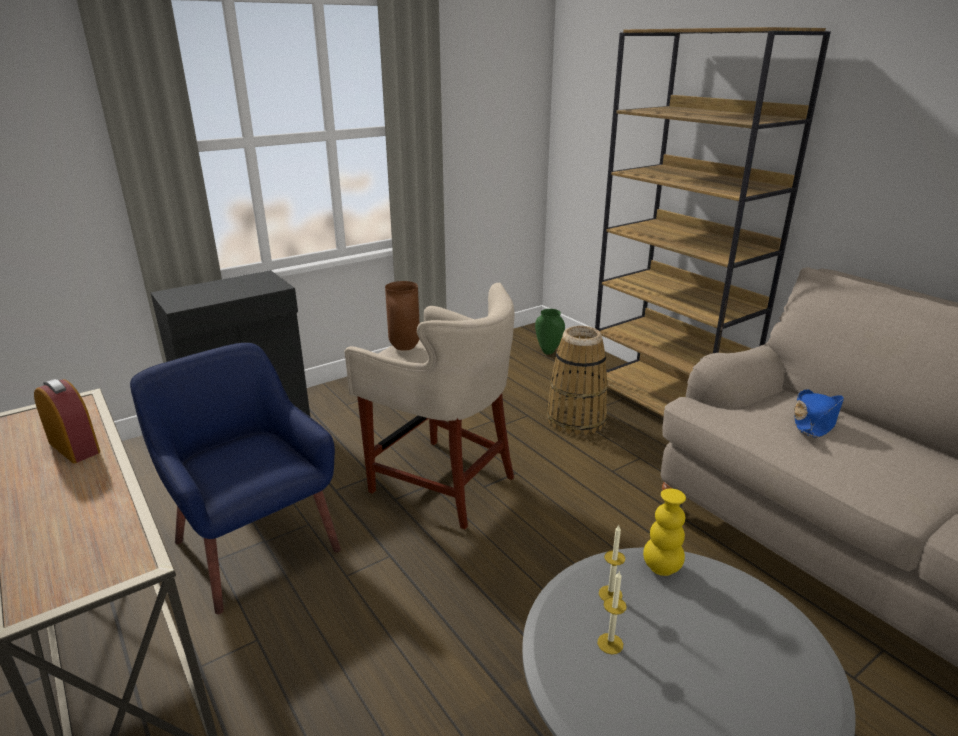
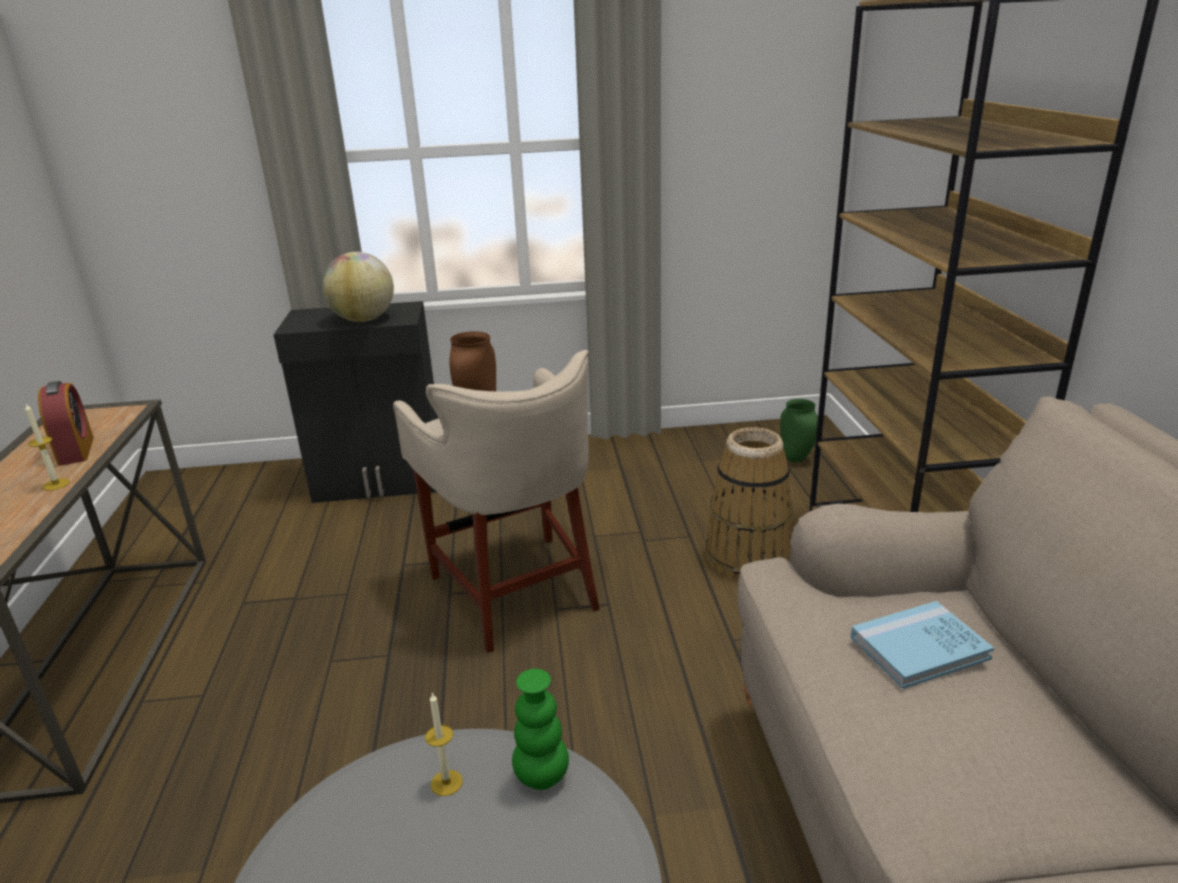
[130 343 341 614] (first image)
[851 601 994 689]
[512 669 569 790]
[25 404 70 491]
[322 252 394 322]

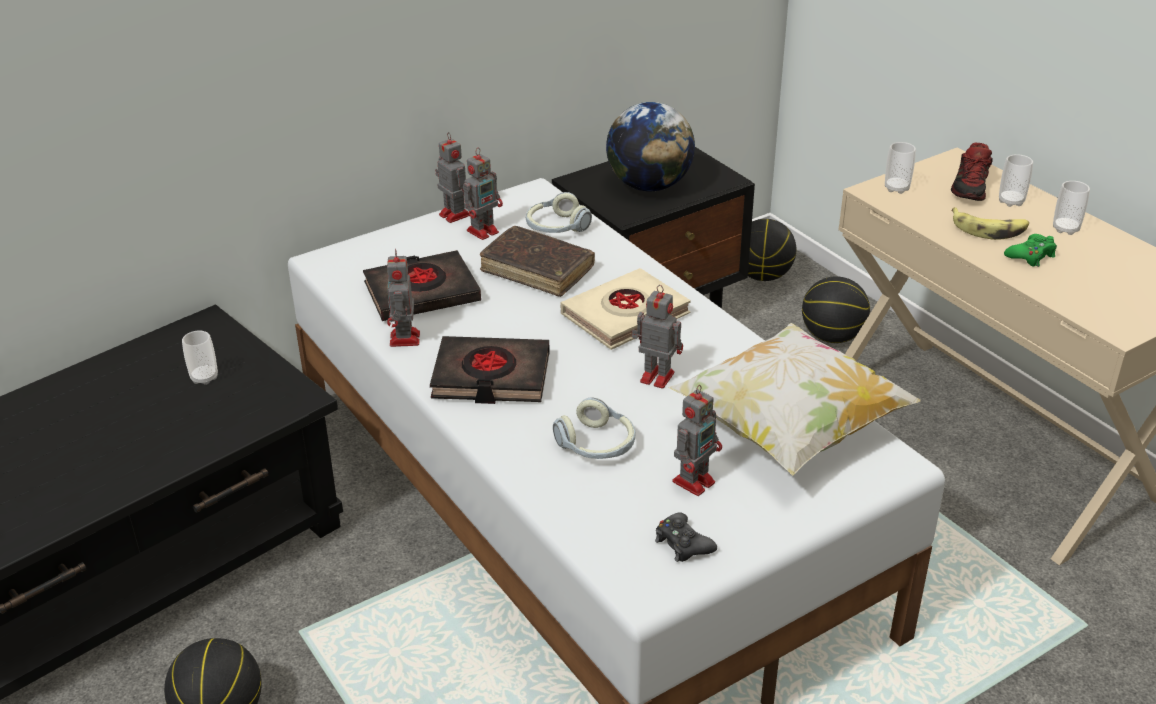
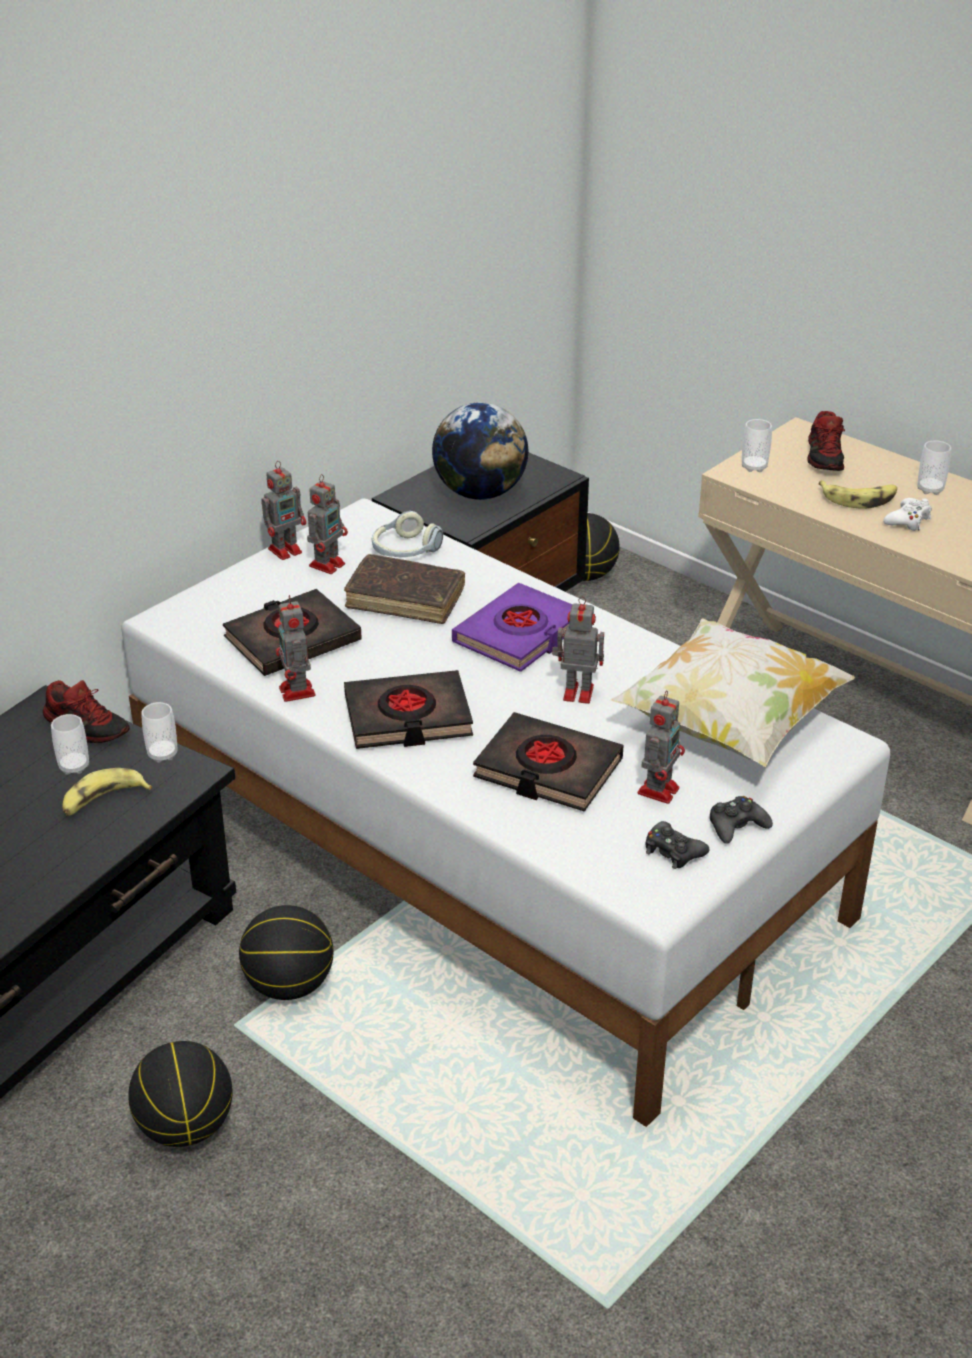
[261 461 306 560]
[141 702 177 763]
[883 498 932 531]
[452 583 572 672]
[239 905 333 1000]
[473 712 624 812]
[43 680 130 743]
[62 768 152 816]
[710 796 773 844]

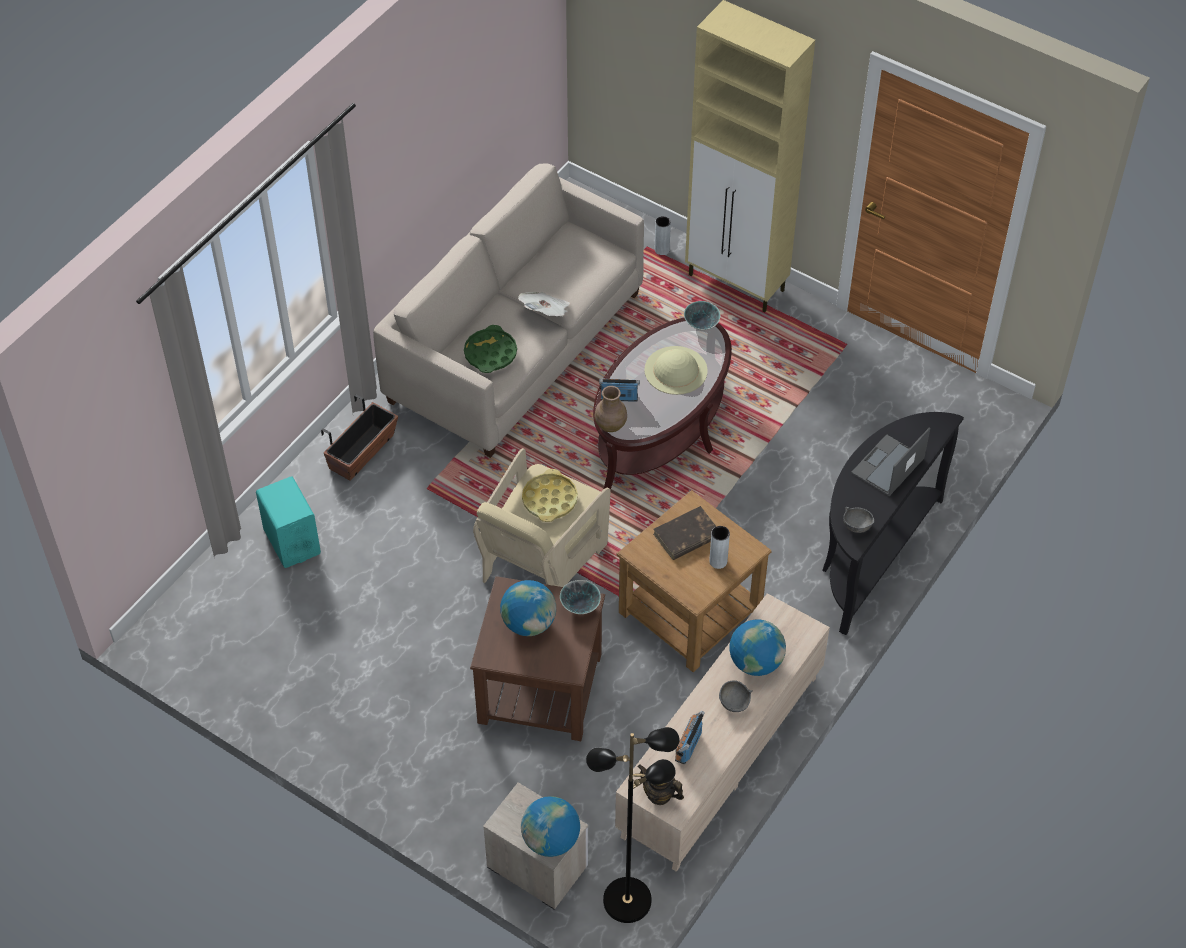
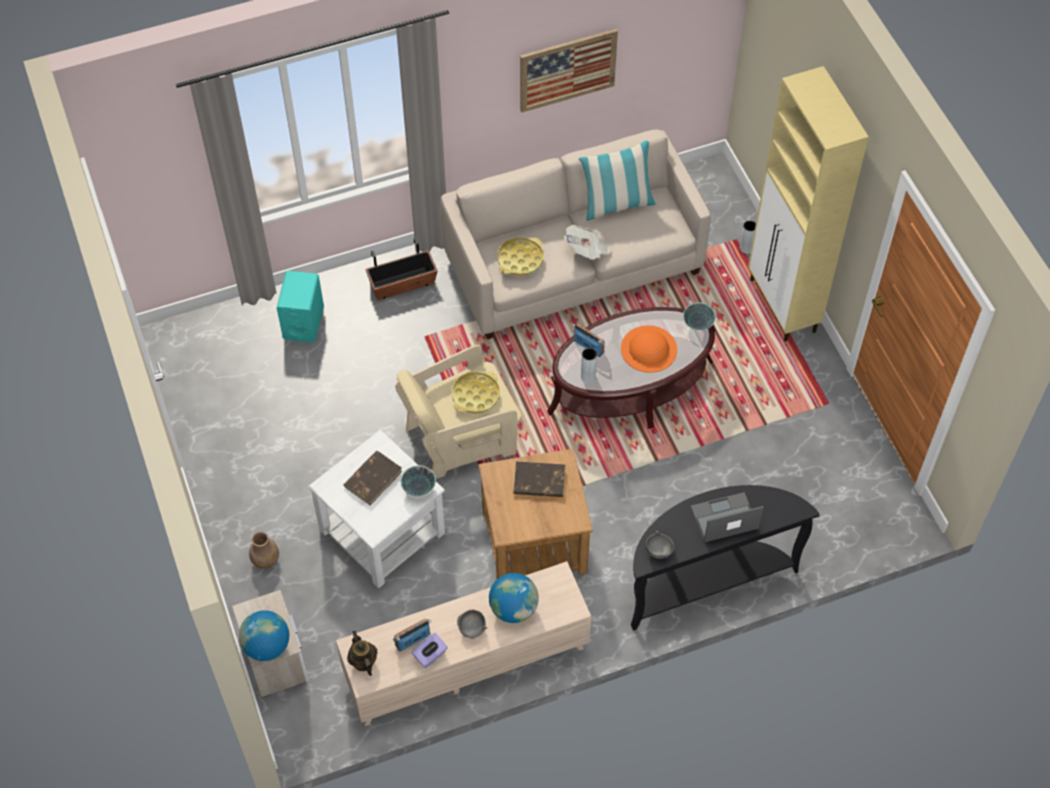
[497 237 543 276]
[621 325 677 373]
[249 531 279 569]
[581 348 597 383]
[308 430 445 589]
[344 451 402 505]
[586 727 679 923] (first image)
[520 29 618 113]
[578 140 657 221]
[412 633 448 668]

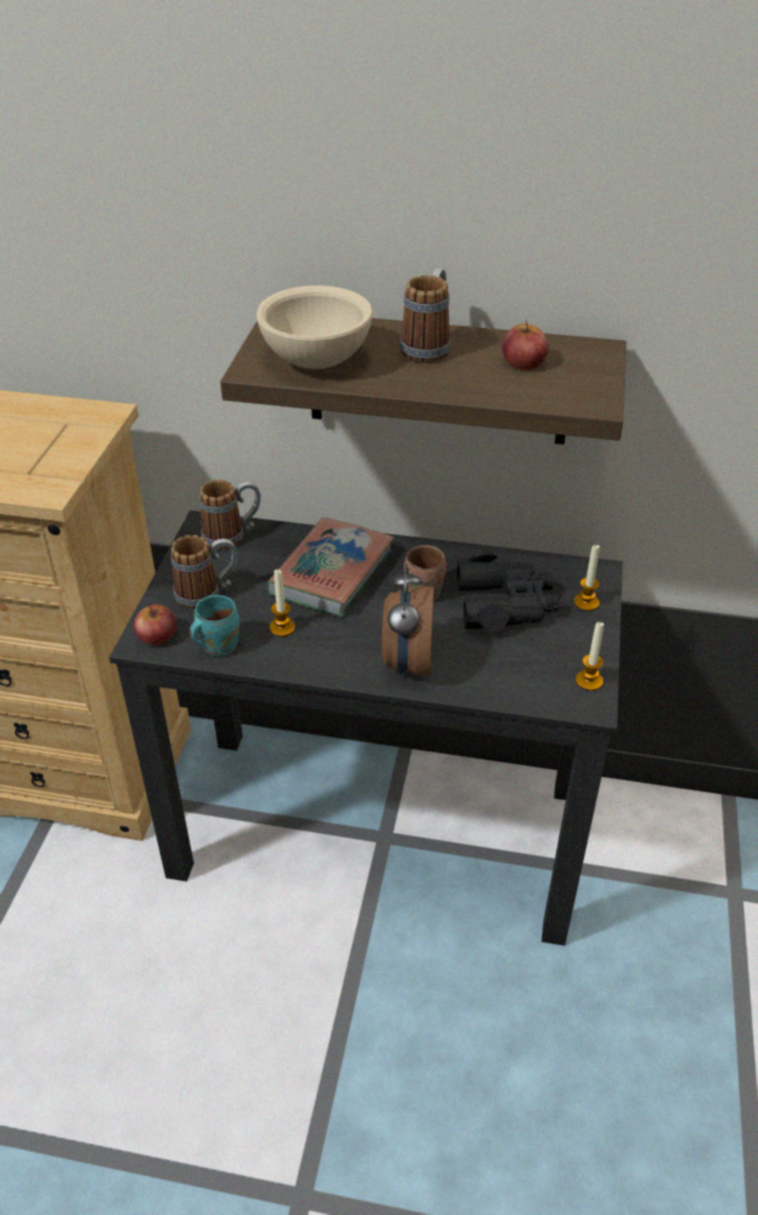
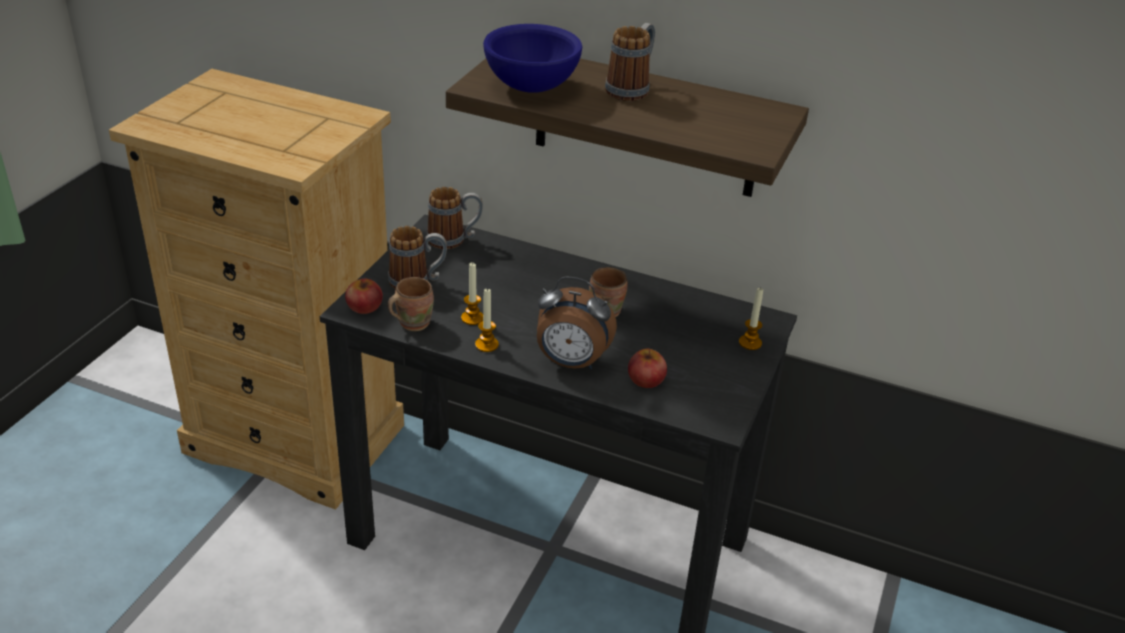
[483 24 582 93]
[628 348 667 388]
[265 517 394 617] (first image)
[457 552 559 631] (first image)
[537 277 617 369]
[388 277 434 331]
[475 288 499 352]

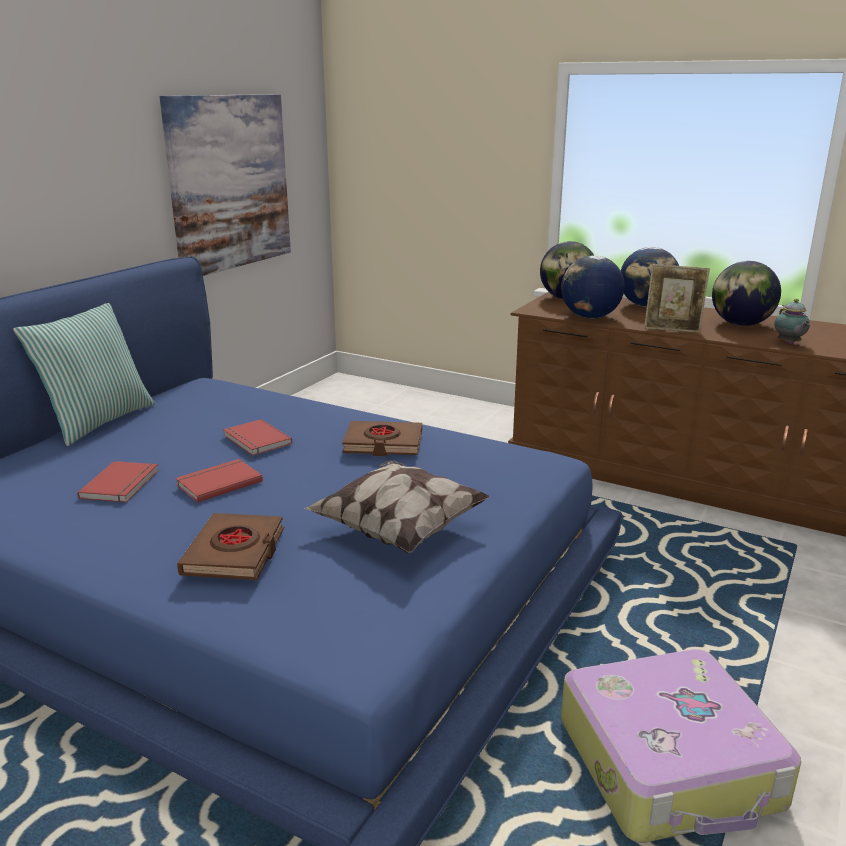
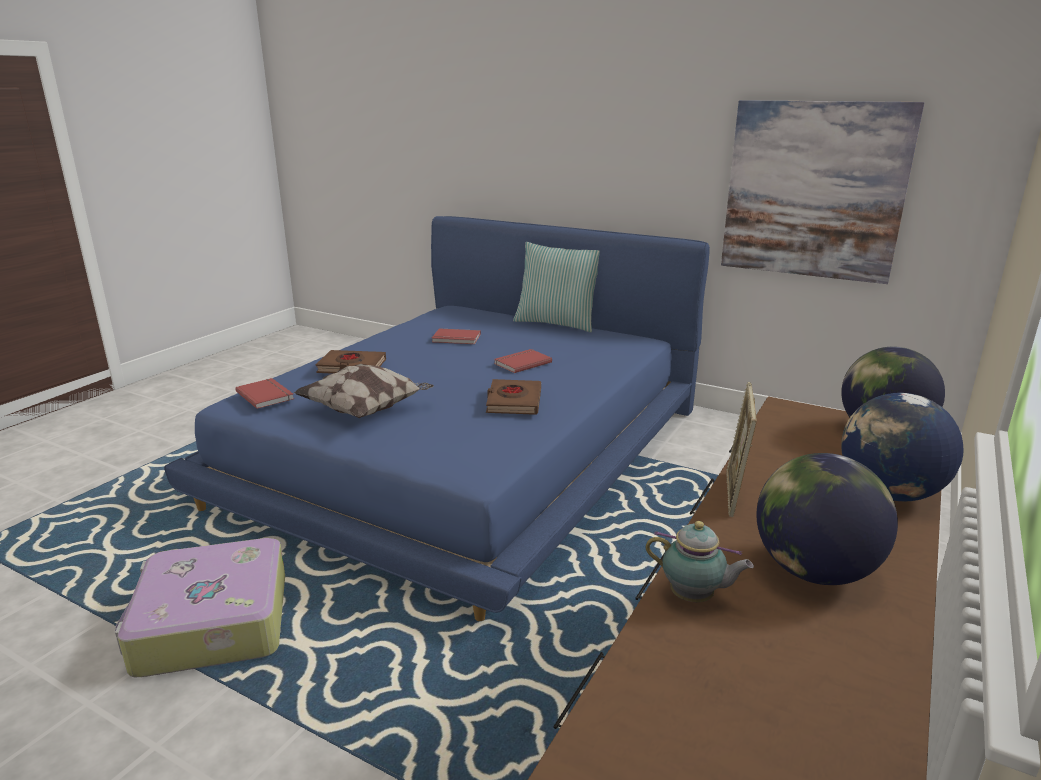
[561 255 625 318] (first image)
[645 521 754 602]
[235 378 294 409]

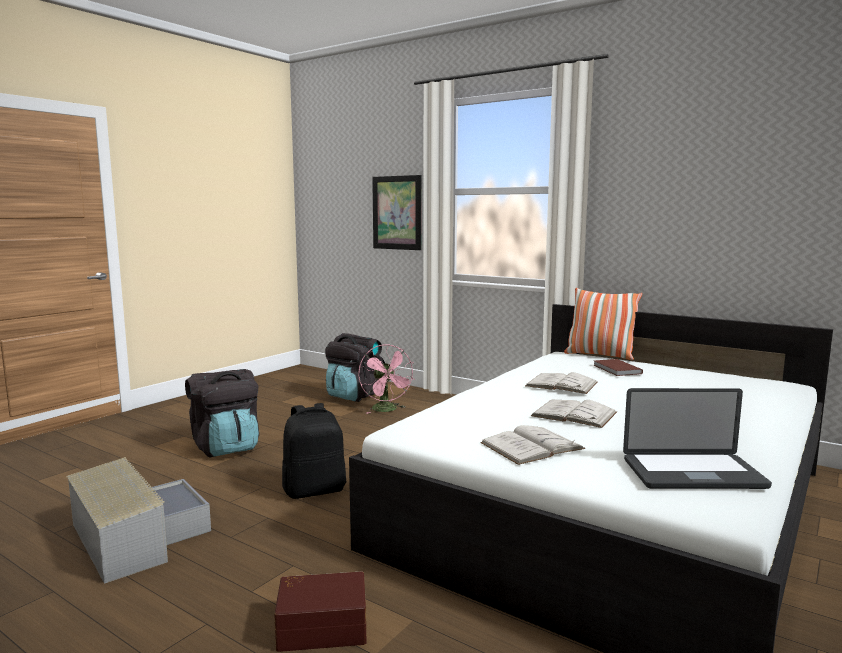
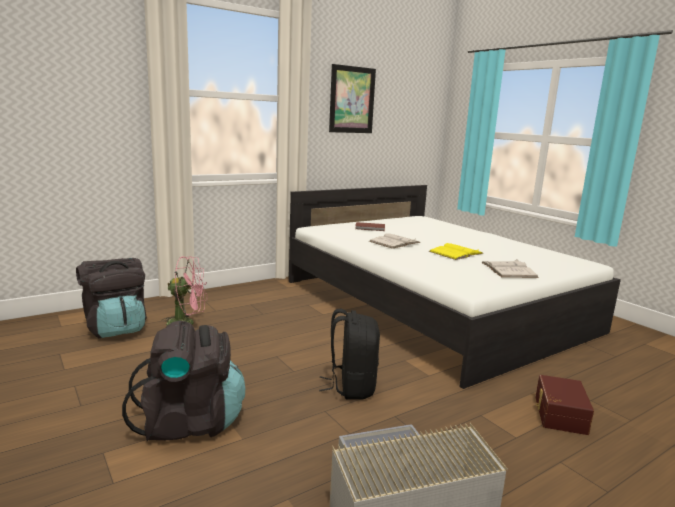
[329 64 376 133]
[564 288 642 360] (first image)
[623 388 772 489] (first image)
[429 243 484 260]

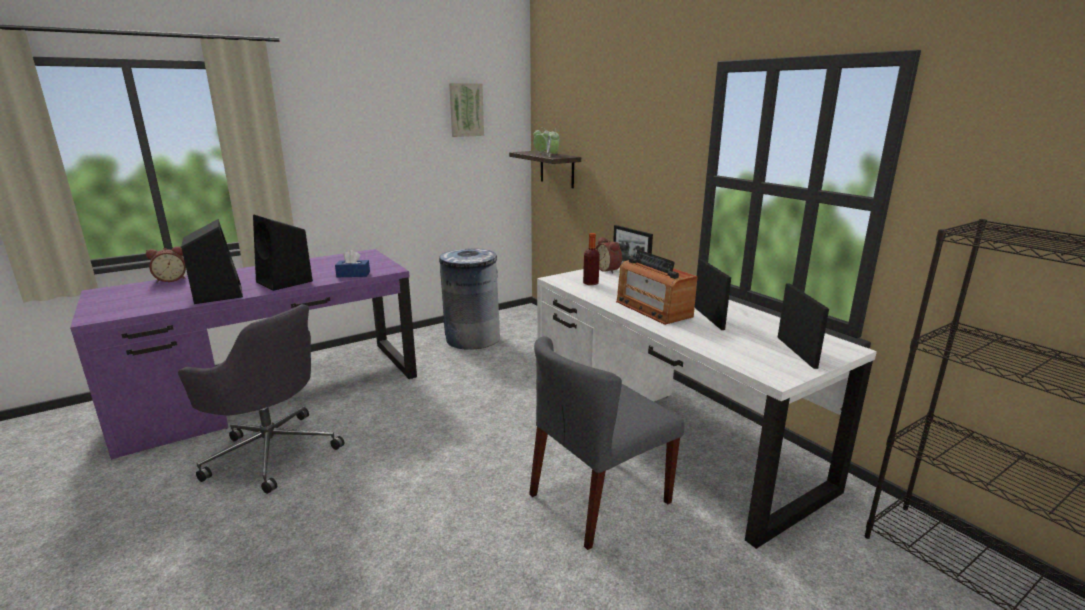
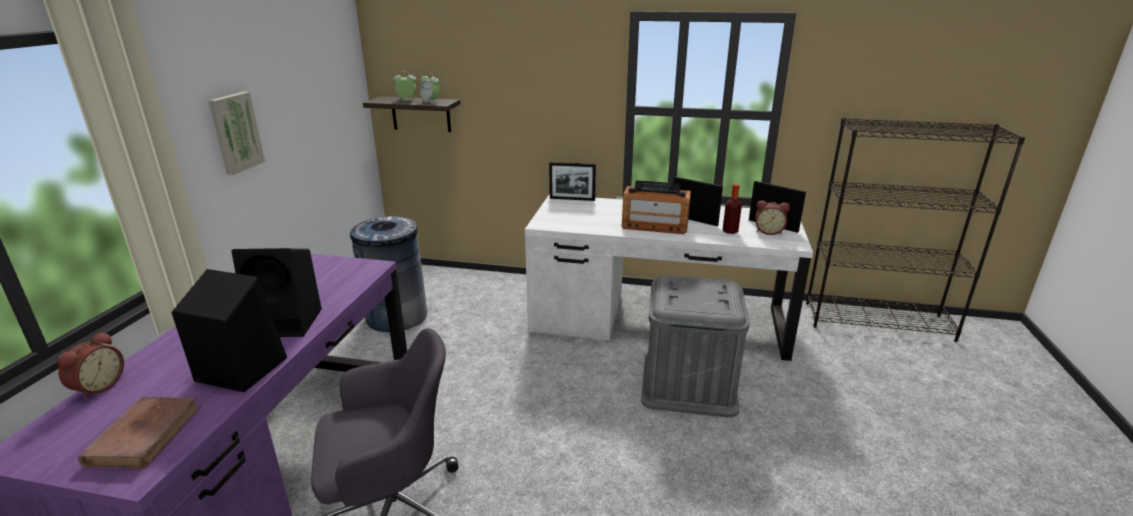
[208 92 265 175]
[723 184 742 234]
[756 201 790 235]
[335 250 370 277] (first image)
[641 275 750 417]
[78 397 201 469]

